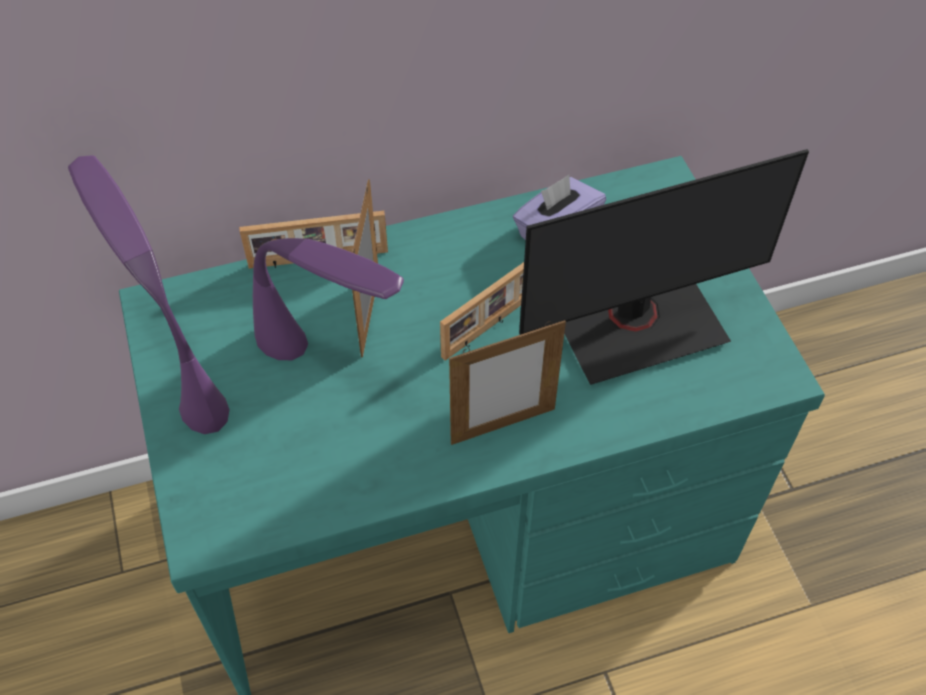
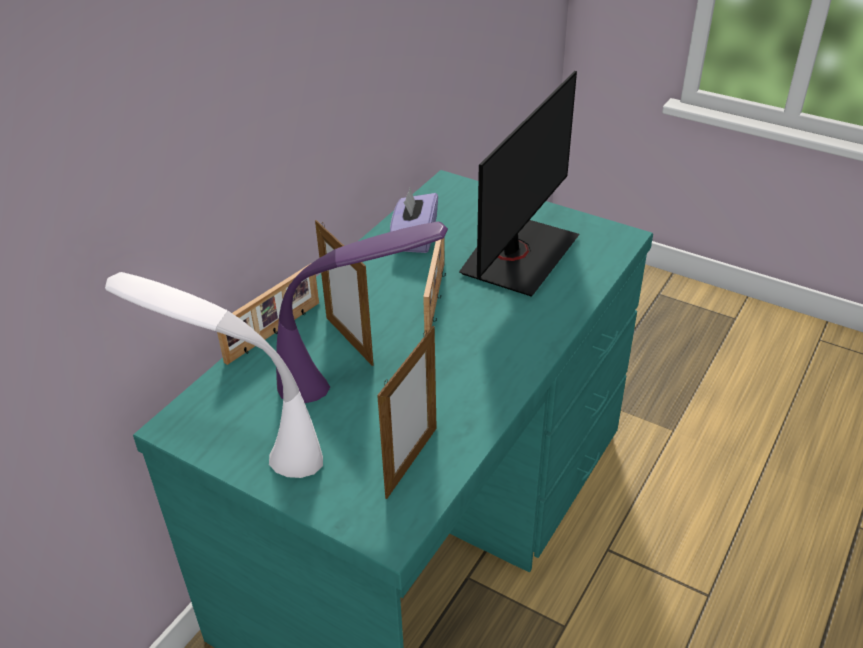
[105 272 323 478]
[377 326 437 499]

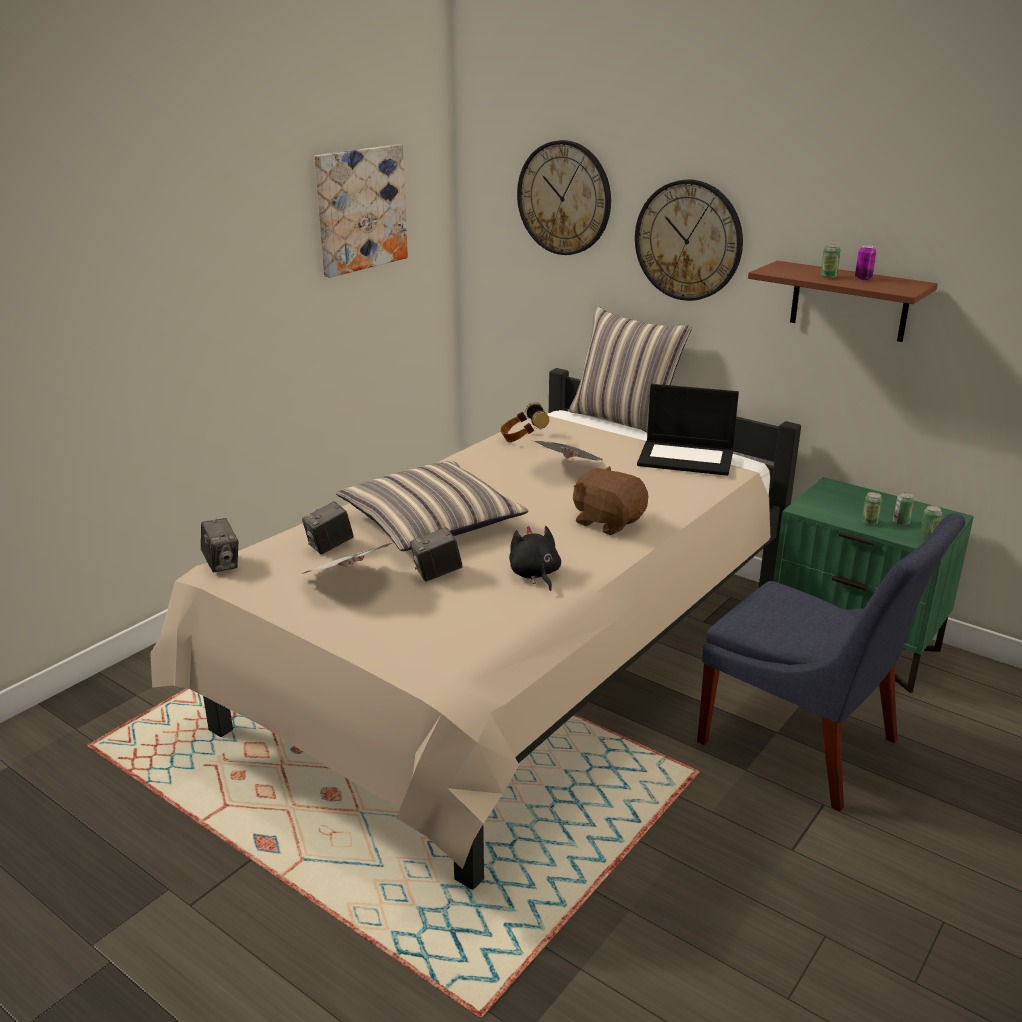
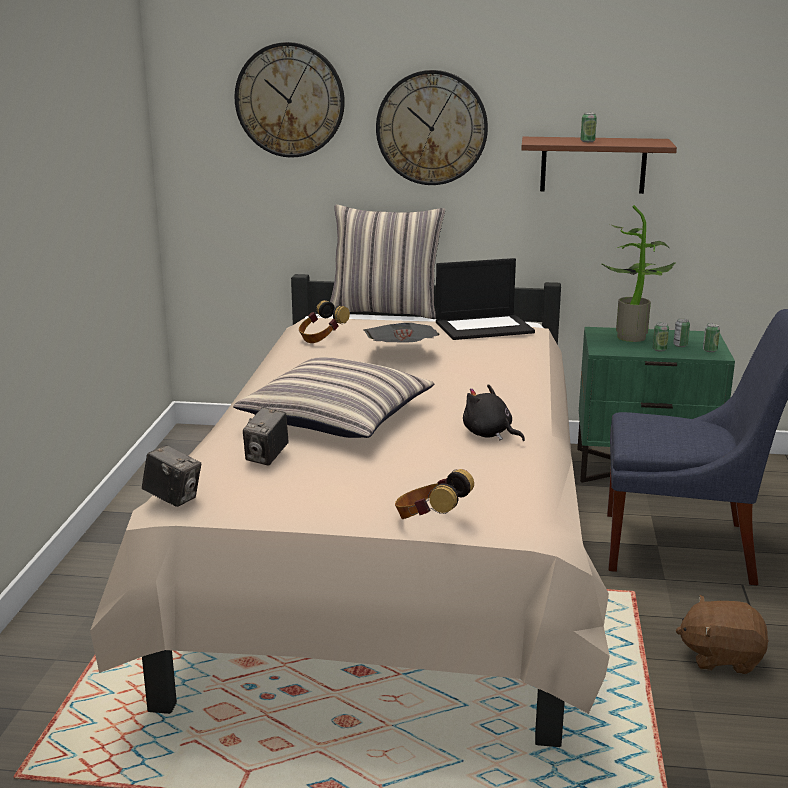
[315 144 408 278] (first image)
[855 245 876 280] (first image)
[676 595 769 674]
[410 527 462 582] (first image)
[302 543 391 574] (first image)
[602 205 675 342]
[395 469 474 519]

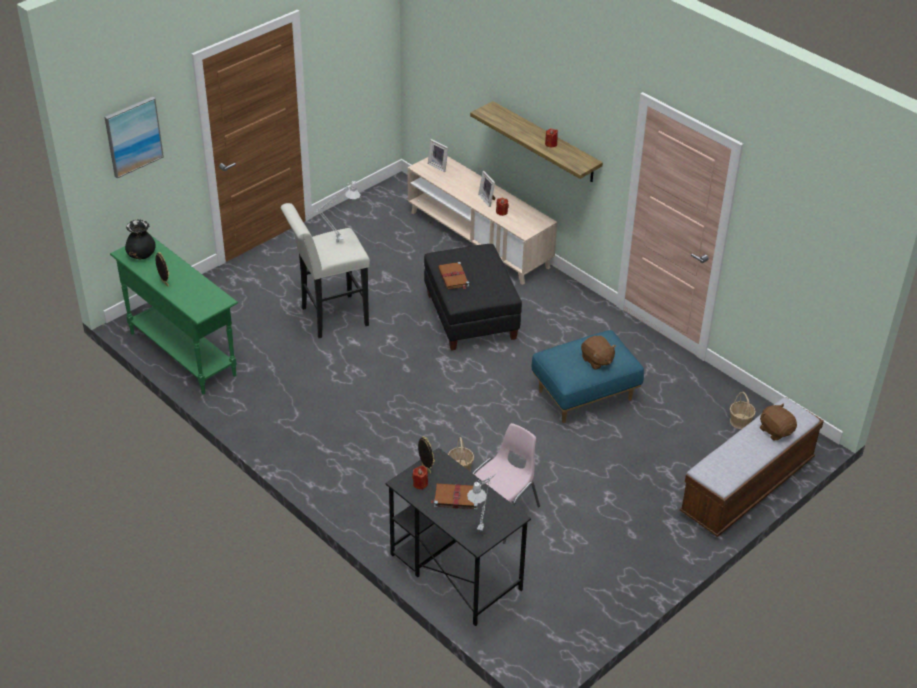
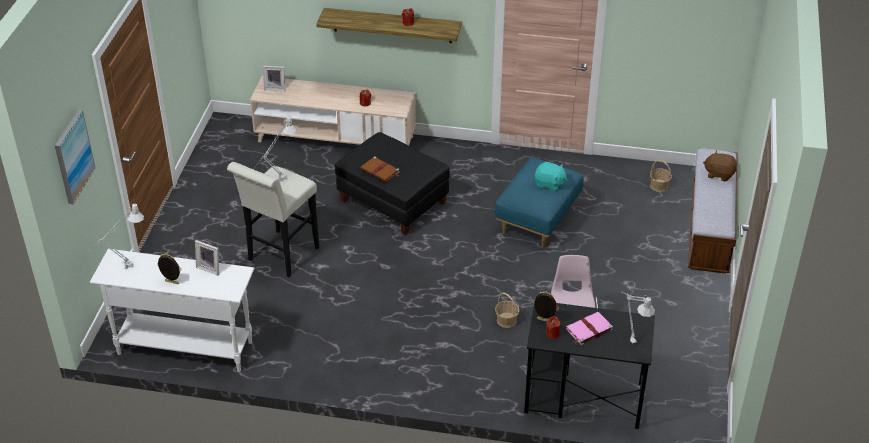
[195 240 219 276]
[87 204 144 268]
[90 249 254 372]
[535 162 568 191]
[566 312 613 345]

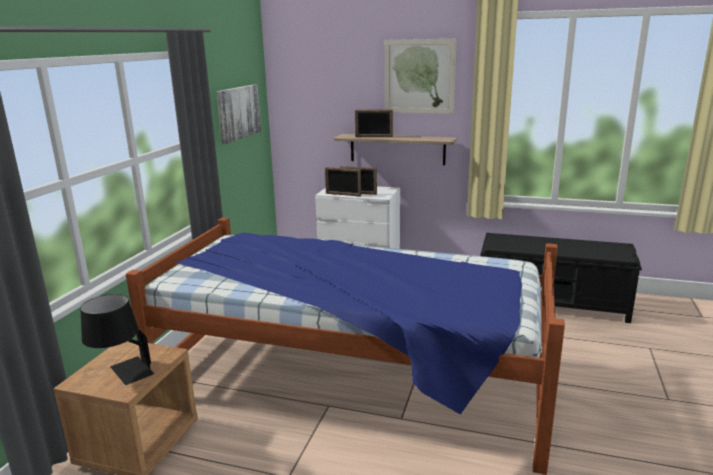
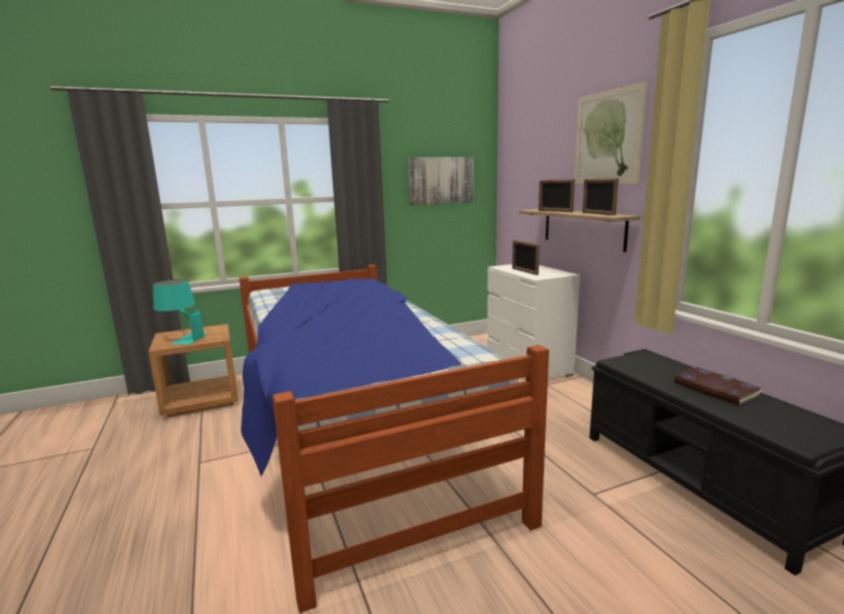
[582 178 619 215]
[153 279 208 345]
[674 367 763 405]

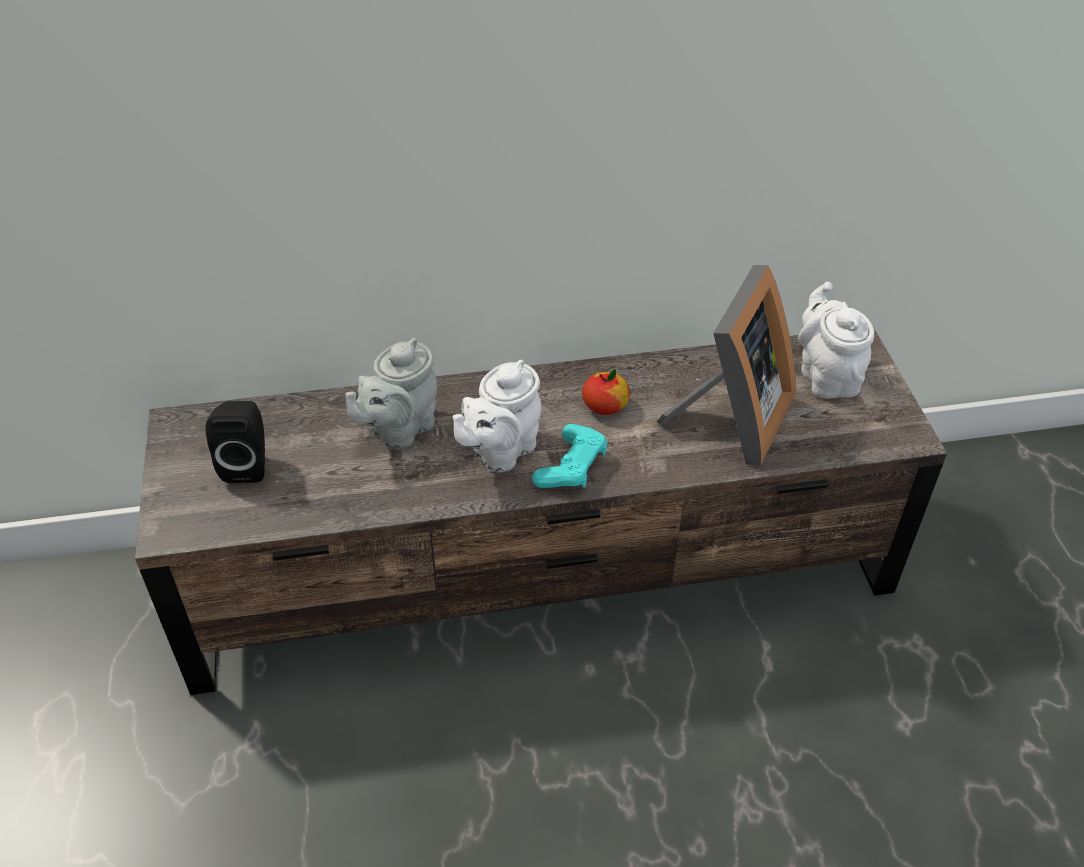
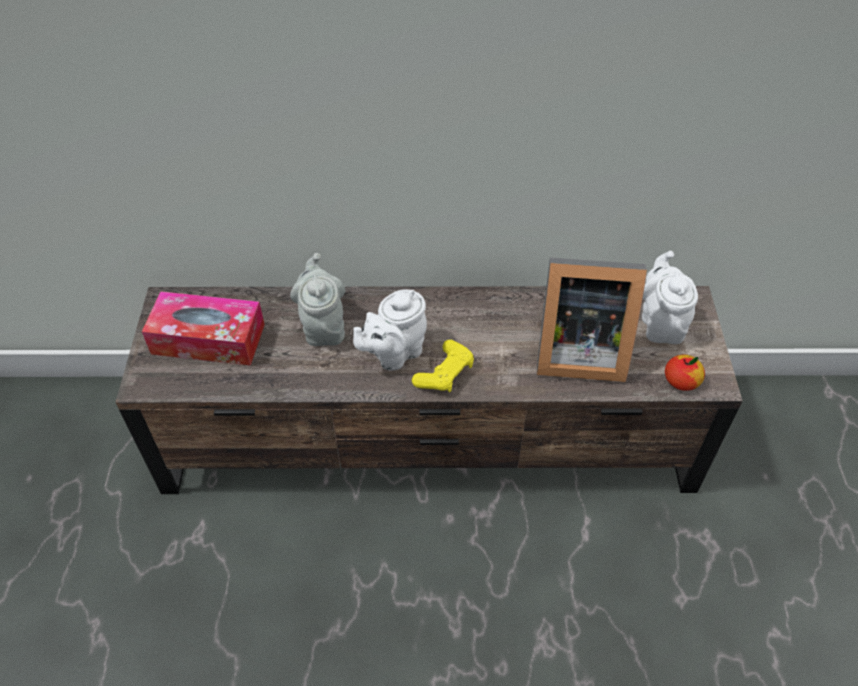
[537 257 647 382]
[290 253 345 346]
[665 355 705 391]
[142 291 265 366]
[412 340 474 392]

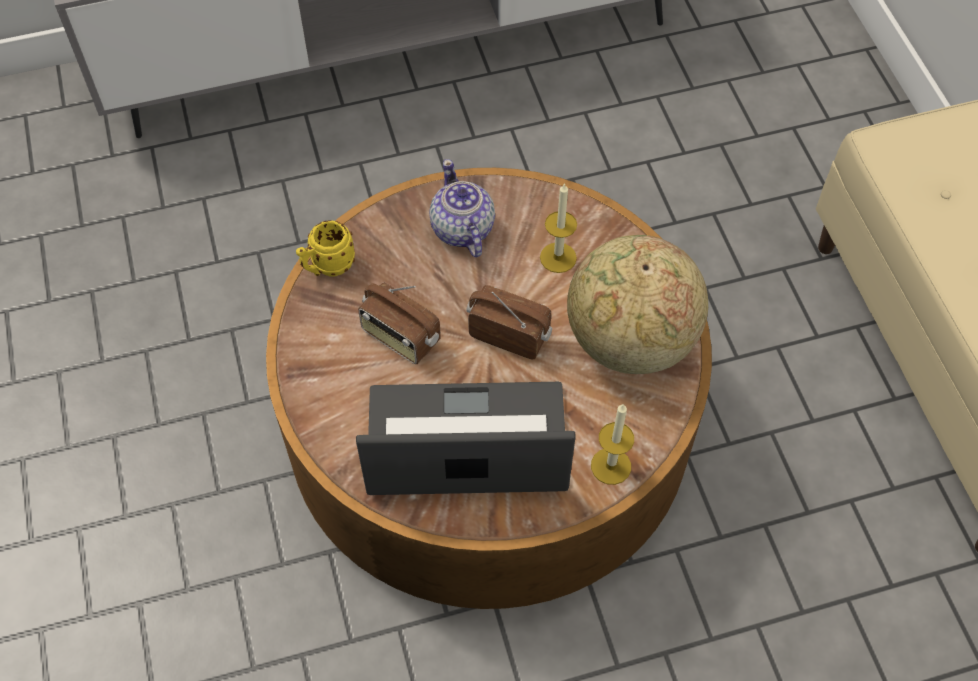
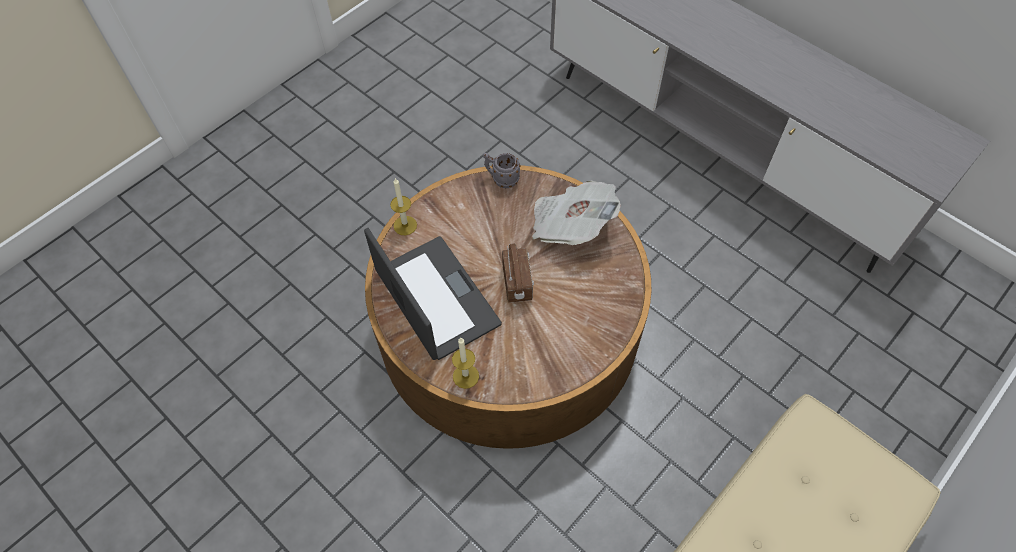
[532 180 621 245]
[390 178 417 235]
[483 153 521 188]
[567 235 708 374] (first image)
[358 283 441 364] (first image)

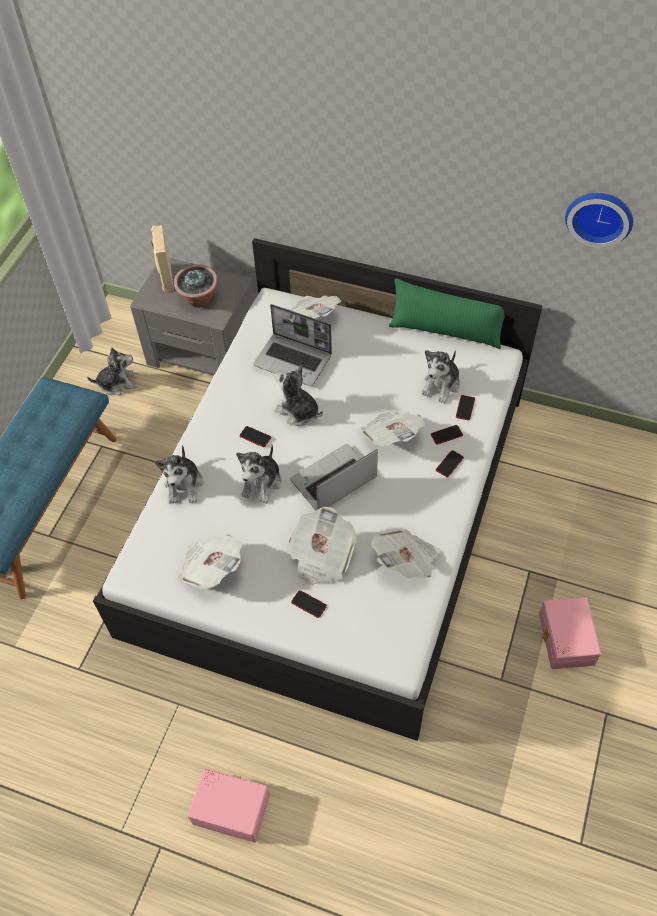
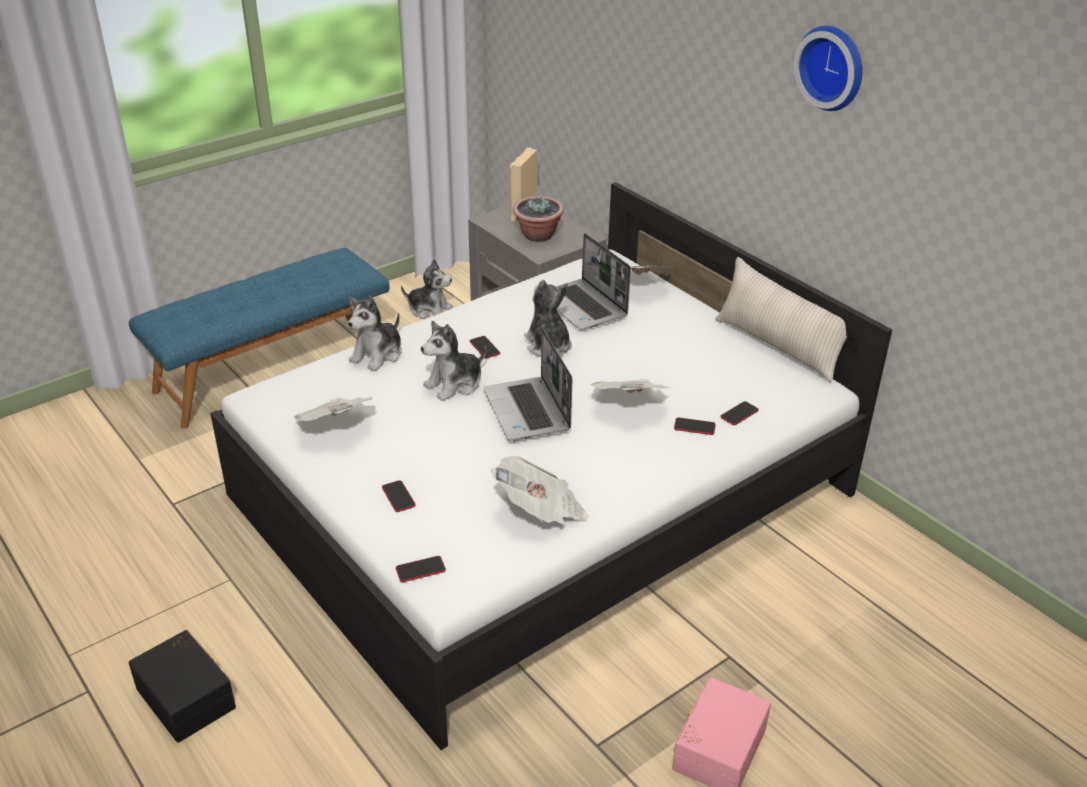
[794 26 862 111]
[716 257 847 382]
[421 350 460 404] (first image)
[483 328 572 441]
[396 556 446 582]
[289 507 357 585] (first image)
[129 630 236 743]

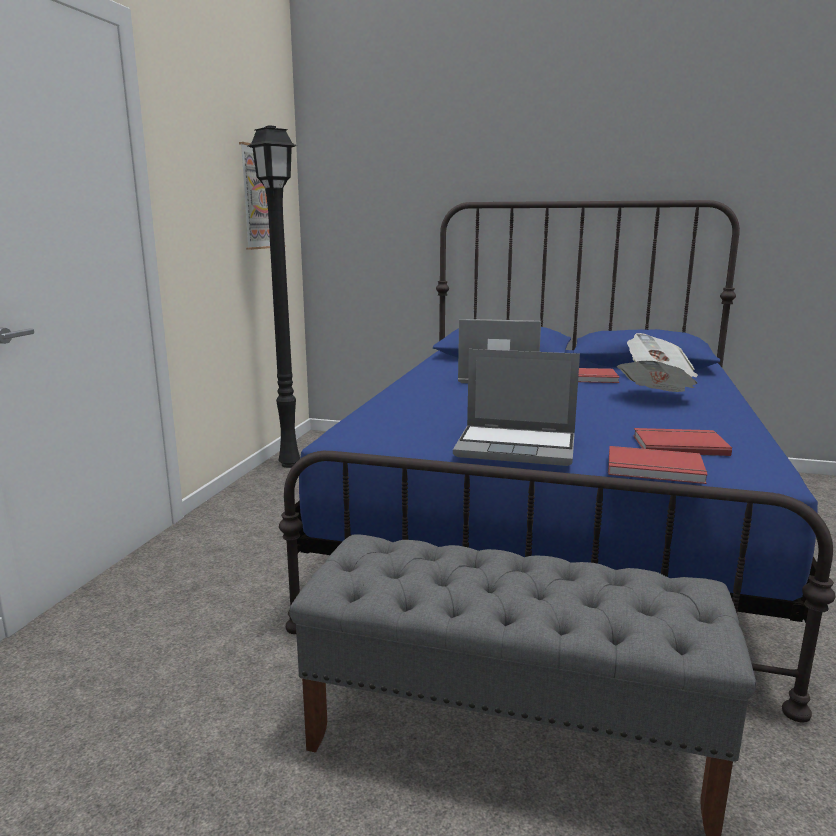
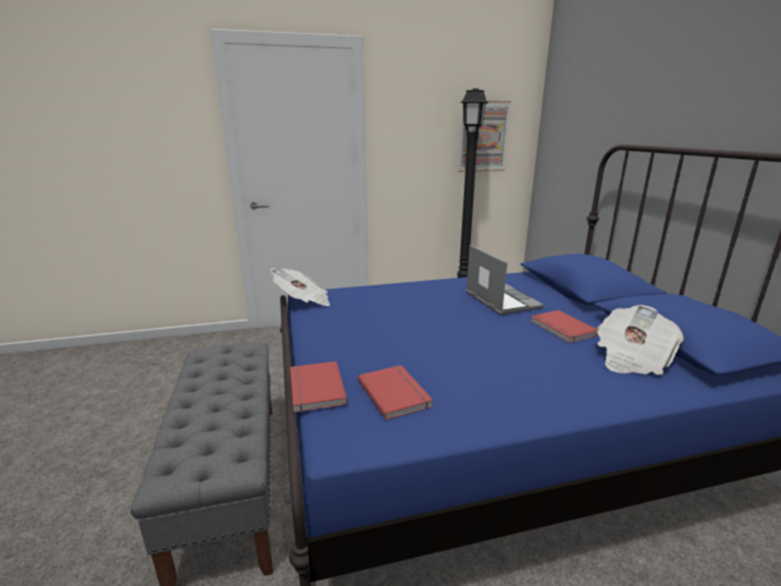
[453 349 580 466] (first image)
[270 268 330 306]

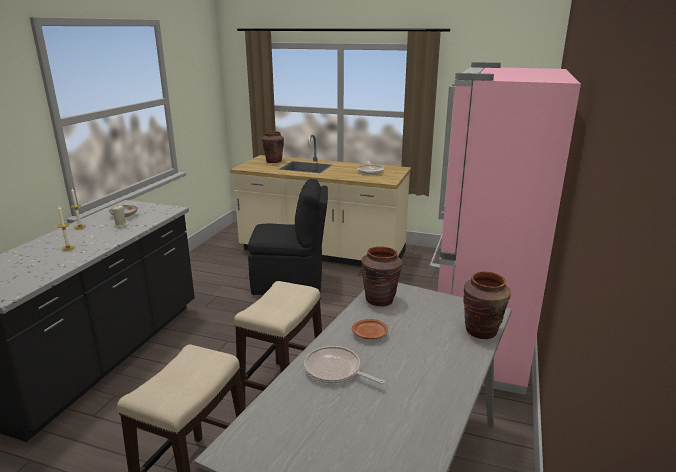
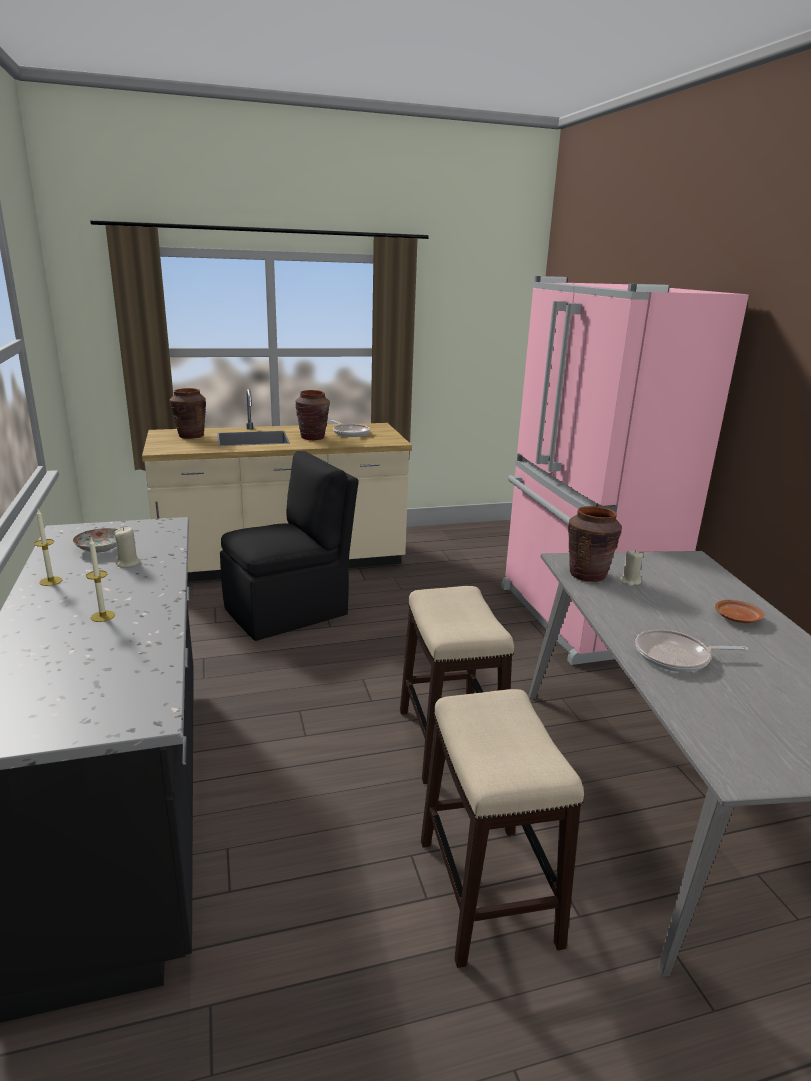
[296 390 330 440]
[715 600 764 623]
[620 550 643 586]

